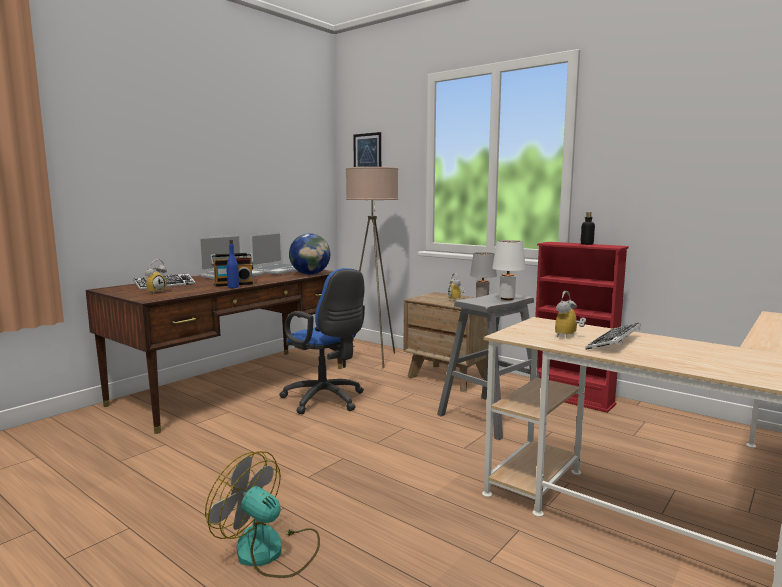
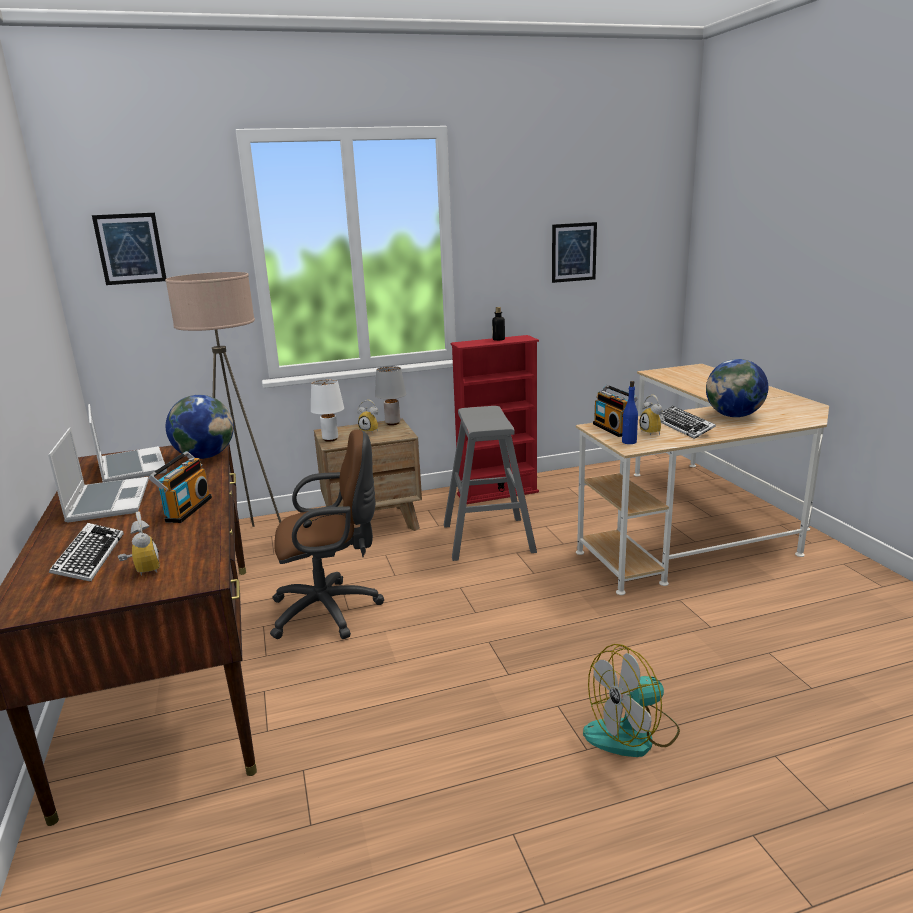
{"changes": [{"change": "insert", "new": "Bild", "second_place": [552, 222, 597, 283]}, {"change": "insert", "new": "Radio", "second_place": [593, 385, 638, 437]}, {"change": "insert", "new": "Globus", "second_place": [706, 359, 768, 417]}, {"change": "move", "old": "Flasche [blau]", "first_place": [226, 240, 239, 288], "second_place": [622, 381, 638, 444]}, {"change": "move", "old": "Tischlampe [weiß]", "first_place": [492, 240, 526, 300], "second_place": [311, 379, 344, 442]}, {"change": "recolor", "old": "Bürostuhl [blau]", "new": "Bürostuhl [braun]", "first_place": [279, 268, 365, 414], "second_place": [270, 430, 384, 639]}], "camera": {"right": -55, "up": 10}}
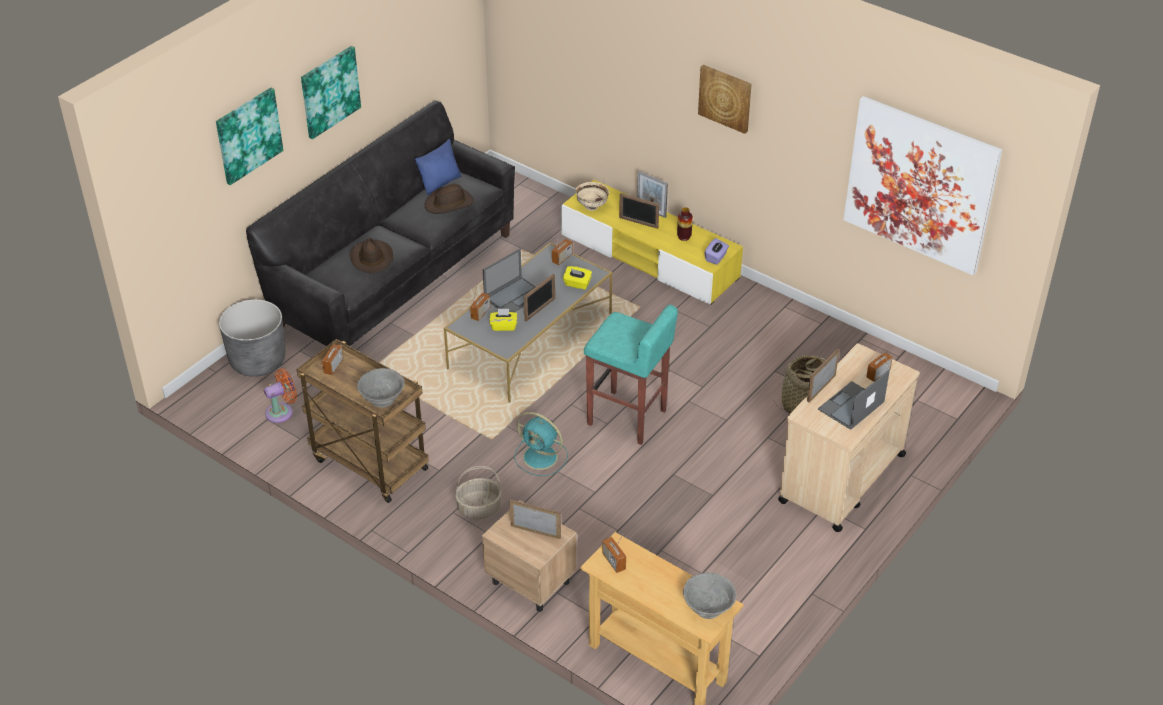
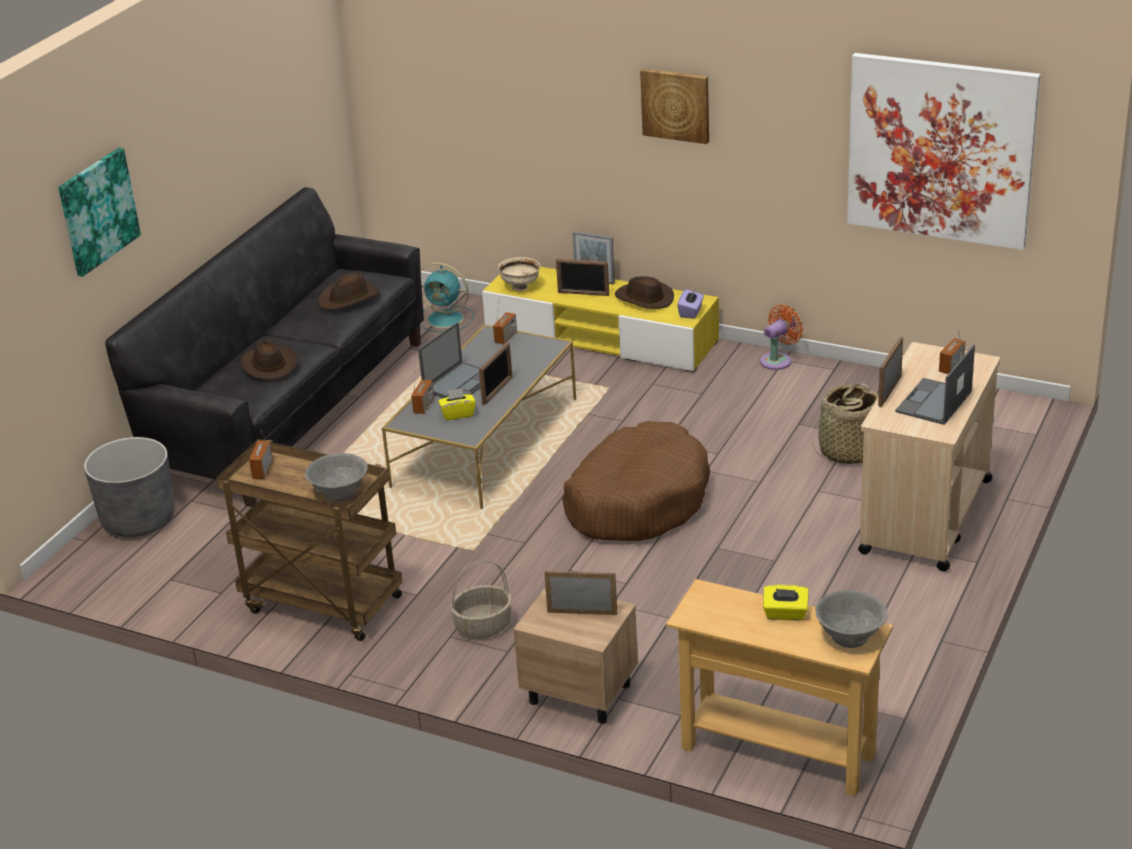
{"changes": [{"change": "delete", "old": "Bild", "first_place": [301, 46, 361, 139]}, {"change": "delete", "old": "Kissen [blau]", "first_place": [415, 139, 462, 195]}, {"change": "delete", "old": "Radio", "first_place": [602, 535, 626, 573]}, {"change": "move", "old": "Ventilator [orange]", "first_place": [264, 369, 297, 423], "second_place": [760, 304, 803, 370]}, {"change": "move", "old": "Ventilator [türkis]", "first_place": [514, 412, 568, 476], "second_place": [420, 262, 474, 332]}, {"change": "move", "old": "Taschentuchbox [gelb]", "first_place": [563, 266, 592, 290], "second_place": [763, 585, 809, 621]}, {"change": "replace", "old": "Hocker [türkis]", "new": "Hundebett [braun]", "first_place": [584, 305, 678, 445], "second_place": [562, 421, 710, 541]}, {"change": "replace", "old": "Vase", "new": "Hut [braun]", "first_place": [677, 207, 693, 241], "second_place": [615, 276, 674, 309]}], "camera": {"right": -10, "up": -10}}
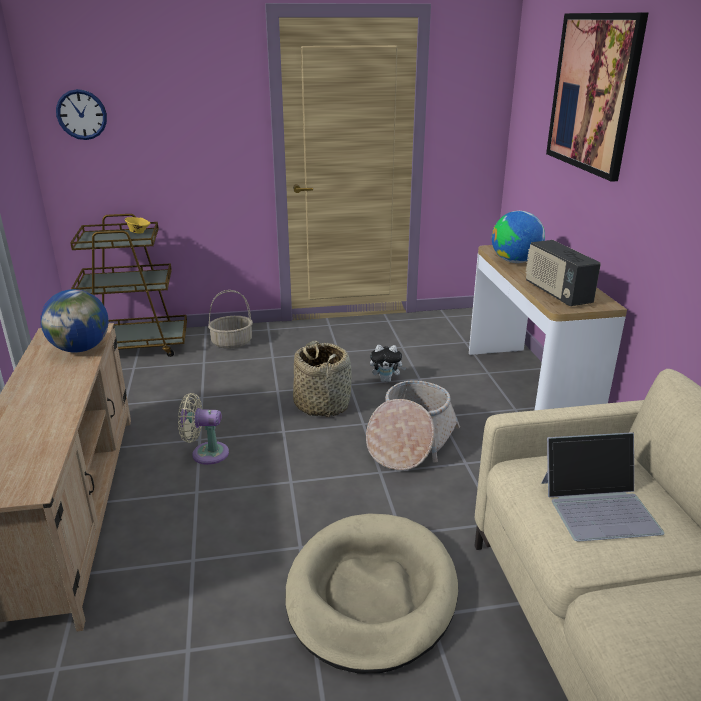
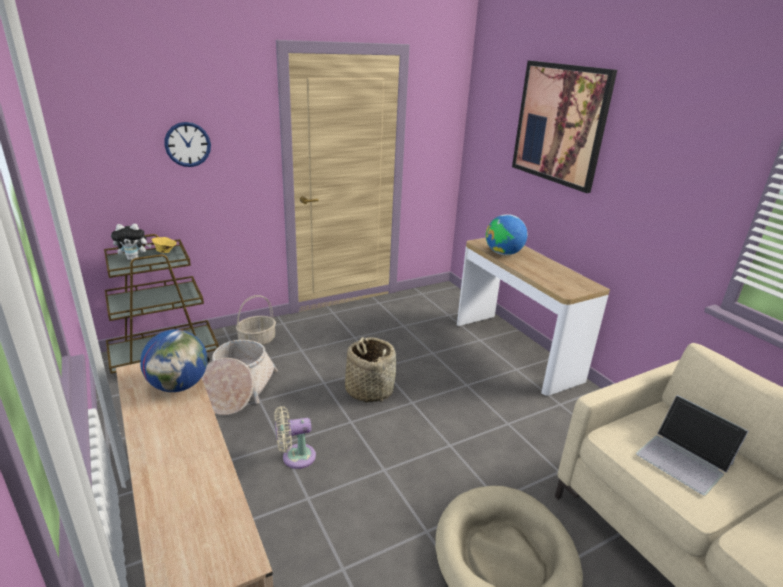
{"changes": [{"change": "delete", "old": "Radio", "first_place": [525, 240, 601, 306]}, {"change": "move", "old": "Wanduhr", "first_place": [56, 89, 107, 140], "second_place": [164, 122, 211, 167]}, {"change": "move", "old": "Korb", "first_place": [366, 381, 460, 470], "second_place": [202, 340, 278, 415]}, {"change": "move", "old": "Plüschtier", "first_place": [370, 345, 406, 382], "second_place": [111, 224, 151, 260]}, {"change": "rotate", "old": "Laptop", "first_place": [541, 432, 664, 542], "second_place": [636, 395, 749, 496], "degrees": 75}], "camera": {"right": -20, "up": 0}}
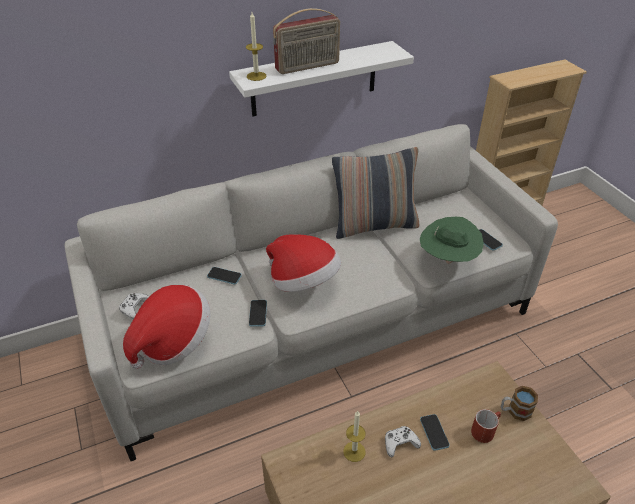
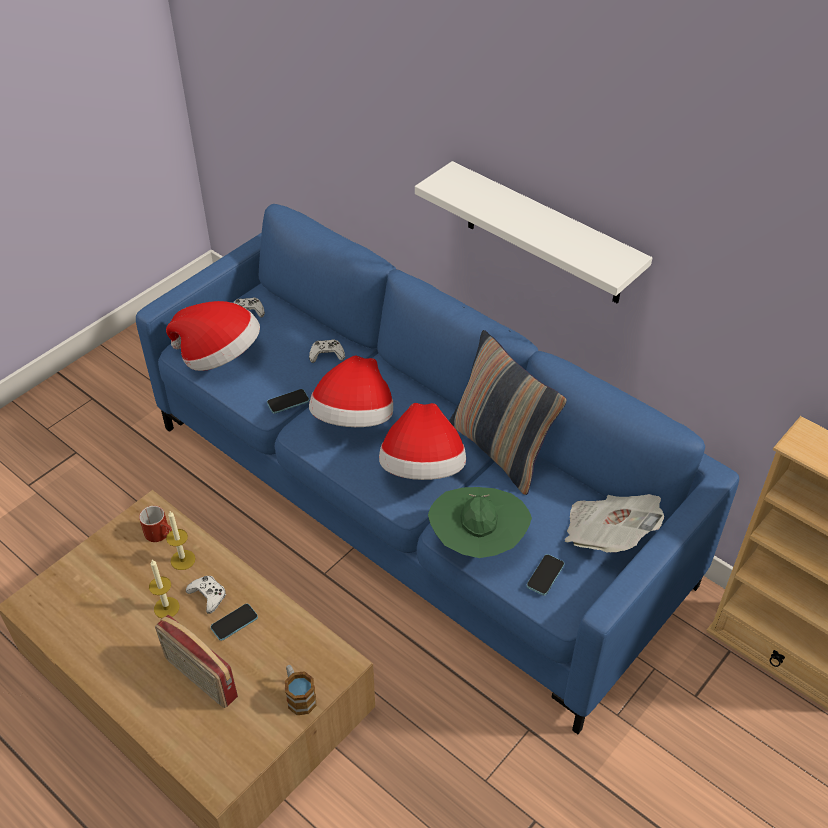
{"changes": [{"change": "insert", "new": "Hut", "second_place": [379, 403, 466, 480]}, {"change": "insert", "new": "Zeitung", "second_place": [565, 494, 664, 553]}, {"change": "move", "old": "Kerze", "first_place": [246, 12, 266, 81], "second_place": [149, 560, 179, 618]}, {"change": "move", "old": "Radio", "first_place": [273, 8, 340, 74], "second_place": [155, 615, 238, 708]}, {"change": "move", "old": "Henkelbecher [rot]", "first_place": [471, 409, 501, 443], "second_place": [139, 506, 172, 542]}, {"change": "replace", "old": "Handy", "new": "Gamepad [weiß]", "first_place": [207, 267, 242, 284], "second_place": [309, 339, 345, 363]}, {"change": "recolor", "old": "Sofa [grau]", "new": "Sofa [blau]", "first_place": [65, 124, 558, 461], "second_place": [136, 204, 739, 734]}], "camera": {"right": 65, "up": 5}}
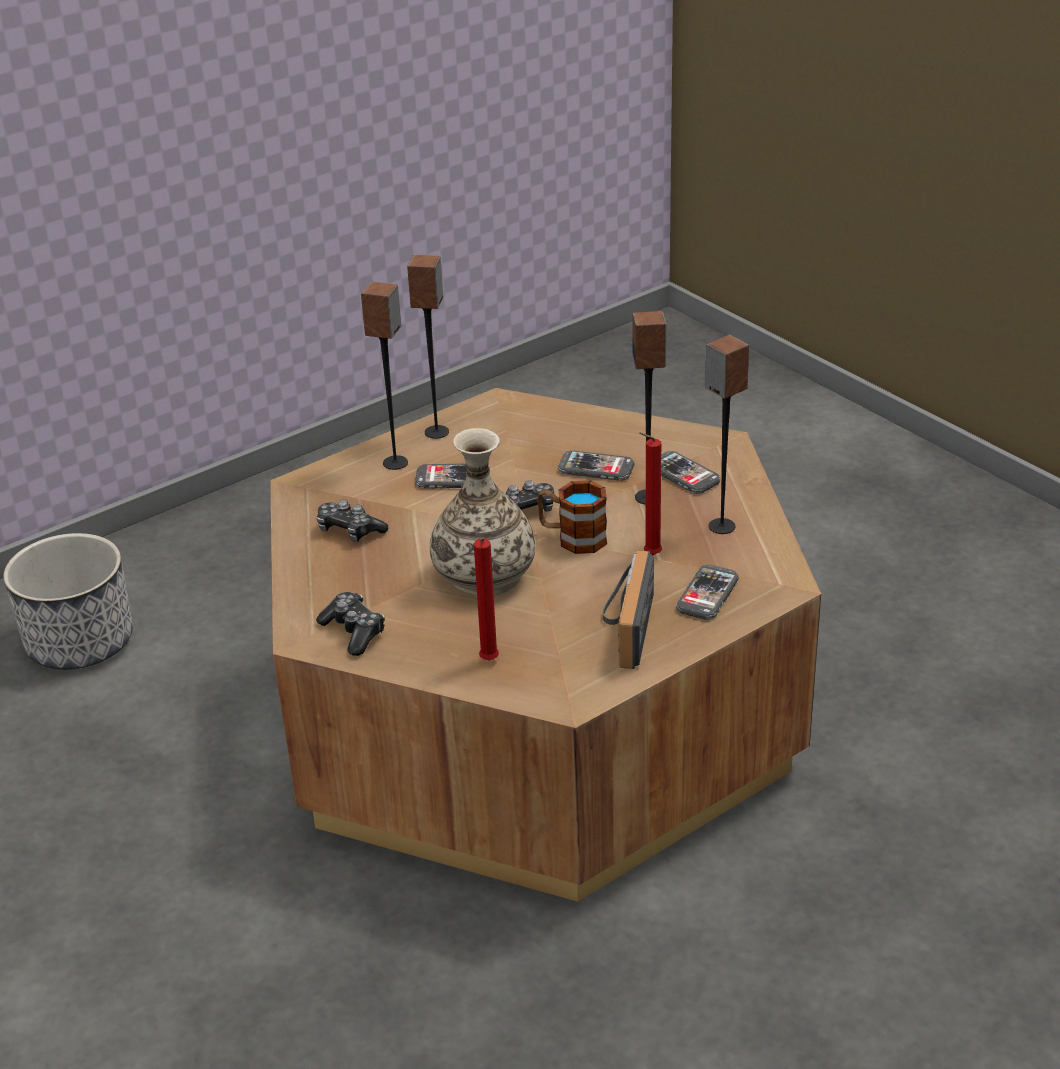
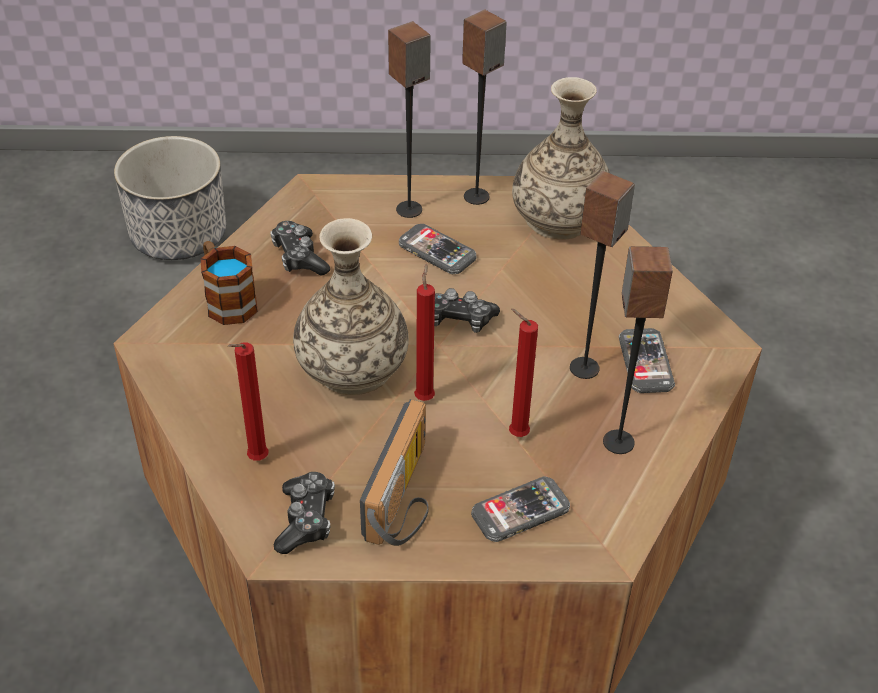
{"changes": [{"change": "delete", "old": "Handy", "first_place": [558, 450, 634, 481]}, {"change": "insert", "new": "Kerze [rot]", "second_place": [414, 264, 435, 401]}, {"change": "insert", "new": "Vase", "second_place": [512, 77, 610, 240]}, {"change": "move", "old": "Gamepad", "first_place": [316, 592, 385, 656], "second_place": [274, 472, 335, 554]}, {"change": "move", "old": "Henkelbecher", "first_place": [537, 480, 607, 554], "second_place": [201, 241, 258, 325]}, {"change": "rotate", "old": "Radio", "first_place": [603, 551, 654, 669], "second_place": [360, 399, 429, 546], "degrees": 150}], "camera": {"right": 35, "up": 10}}
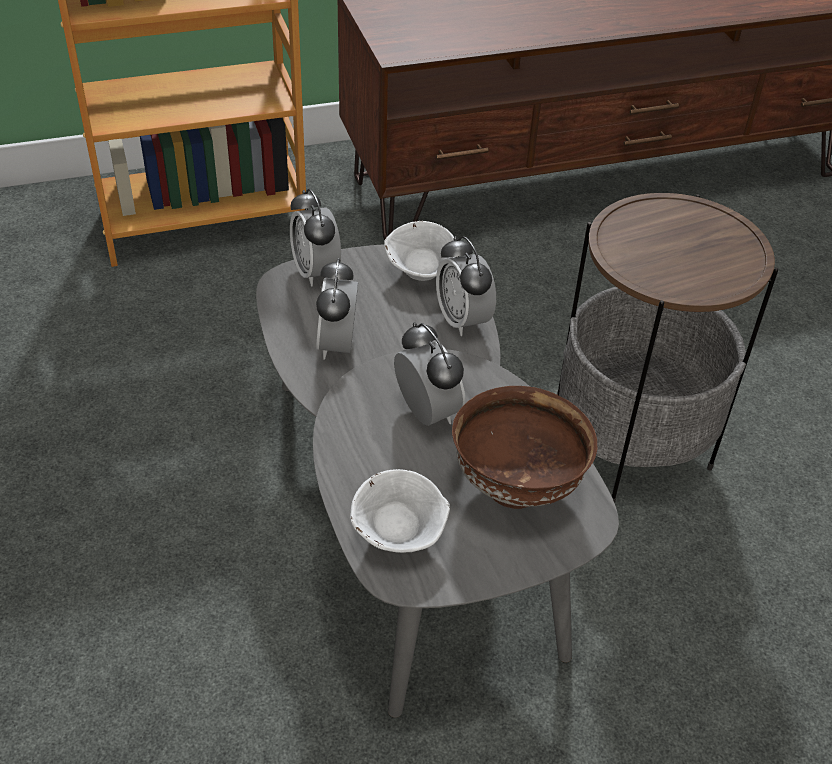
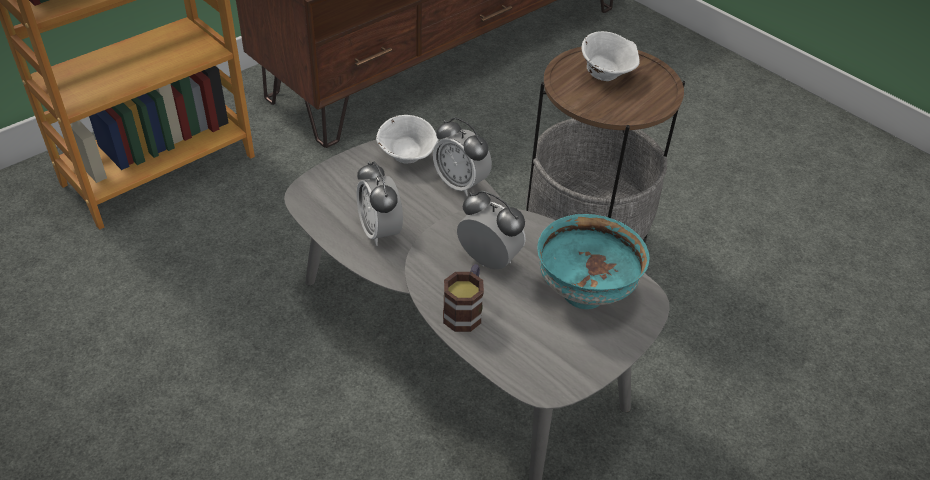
{"changes": [{"change": "delete", "old": "Wecker", "first_place": [290, 189, 341, 287]}, {"change": "insert", "new": "Henkelbecher", "second_place": [443, 264, 484, 332]}, {"change": "move", "old": "Schüssel [weiß]", "first_place": [350, 469, 450, 553], "second_place": [582, 31, 639, 81]}, {"change": "recolor", "old": "Schüssel [braun]", "new": "Schüssel [türkis]", "first_place": [452, 386, 597, 509], "second_place": [537, 214, 650, 309]}], "camera": {"right": -25, "up": 0}}
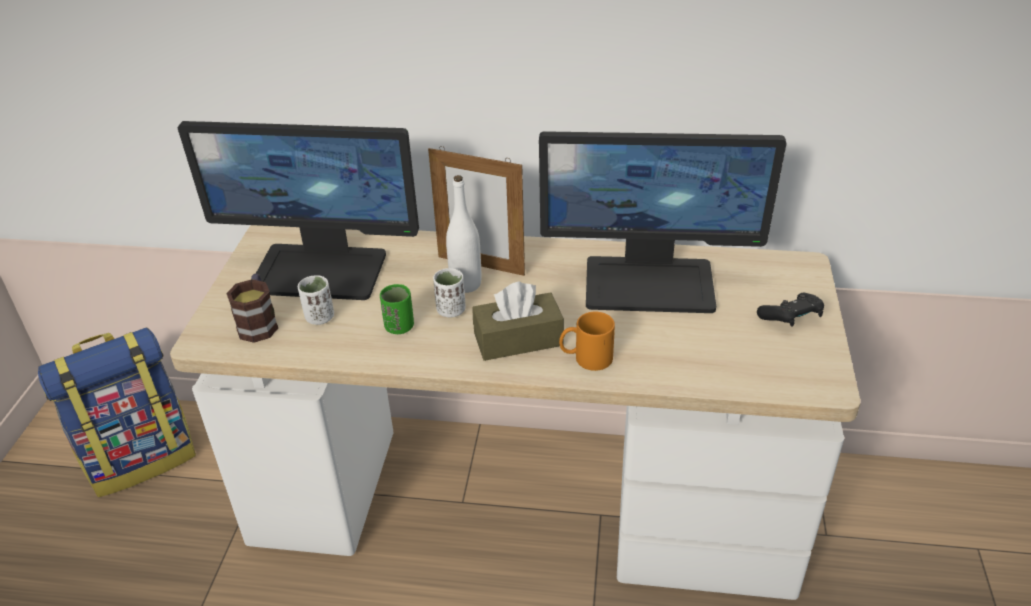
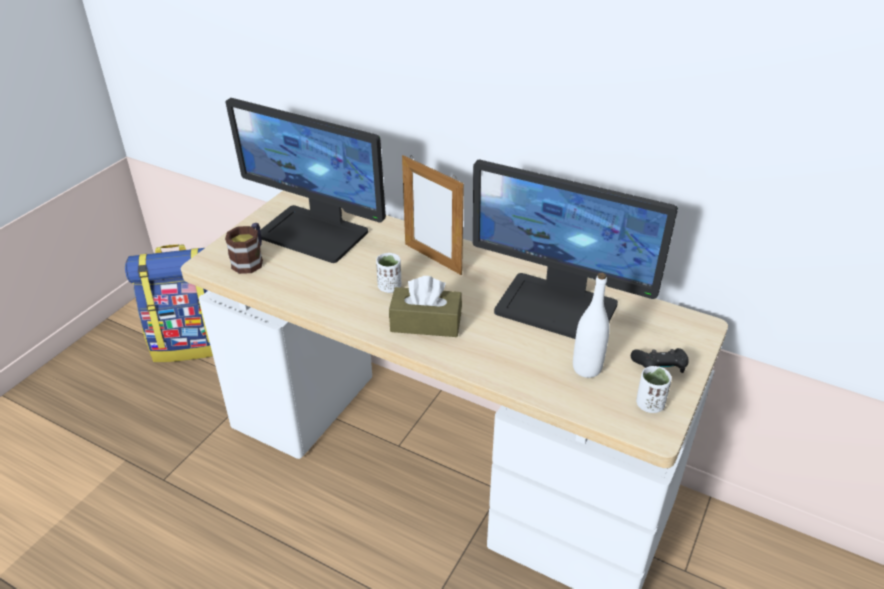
{"changes": [{"change": "delete", "old": "Tasse [grün]", "first_place": [380, 284, 414, 334]}, {"change": "delete", "old": "Henkelbecher [orange]", "first_place": [559, 312, 615, 371]}, {"change": "move", "old": "Tasse [weiß]", "first_place": [298, 275, 334, 325], "second_place": [636, 366, 672, 413]}, {"change": "move", "old": "Flasche [weiß]", "first_place": [446, 175, 481, 293], "second_place": [573, 273, 610, 378]}], "camera": {"right": 20, "up": 0}}
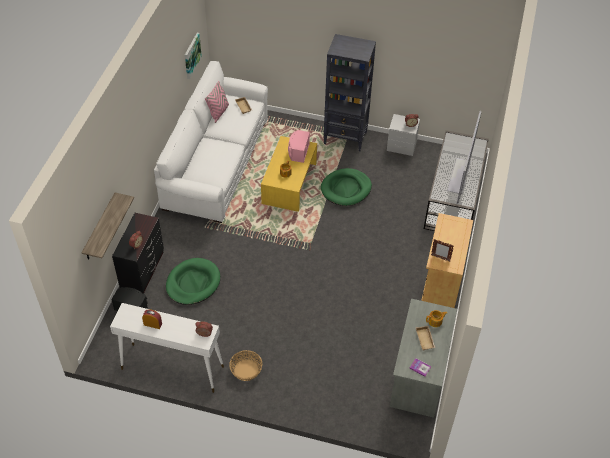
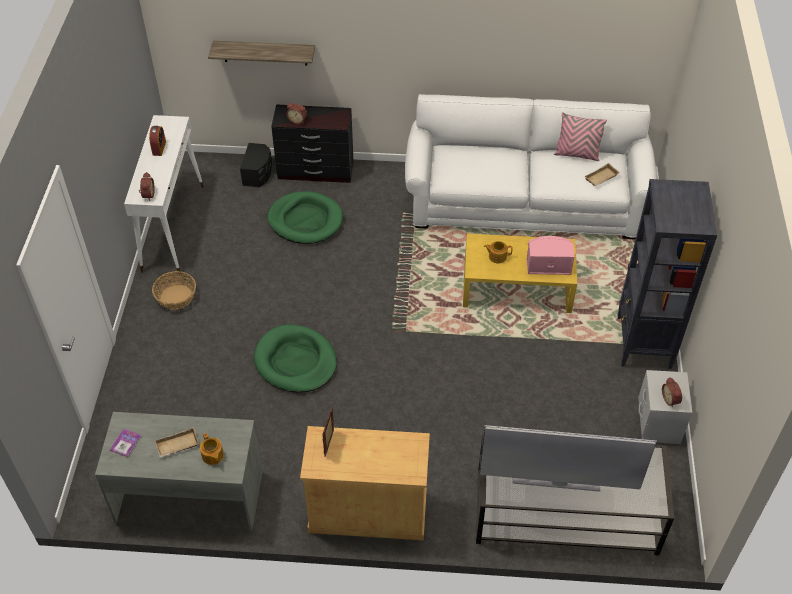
{"changes": [{"change": "delete", "old": "Bild", "first_place": [185, 33, 202, 79]}, {"change": "move", "old": "Hundebett [grün]", "first_place": [321, 168, 372, 206], "second_place": [254, 325, 337, 393]}], "camera": {"right": 80, "up": 0}}
